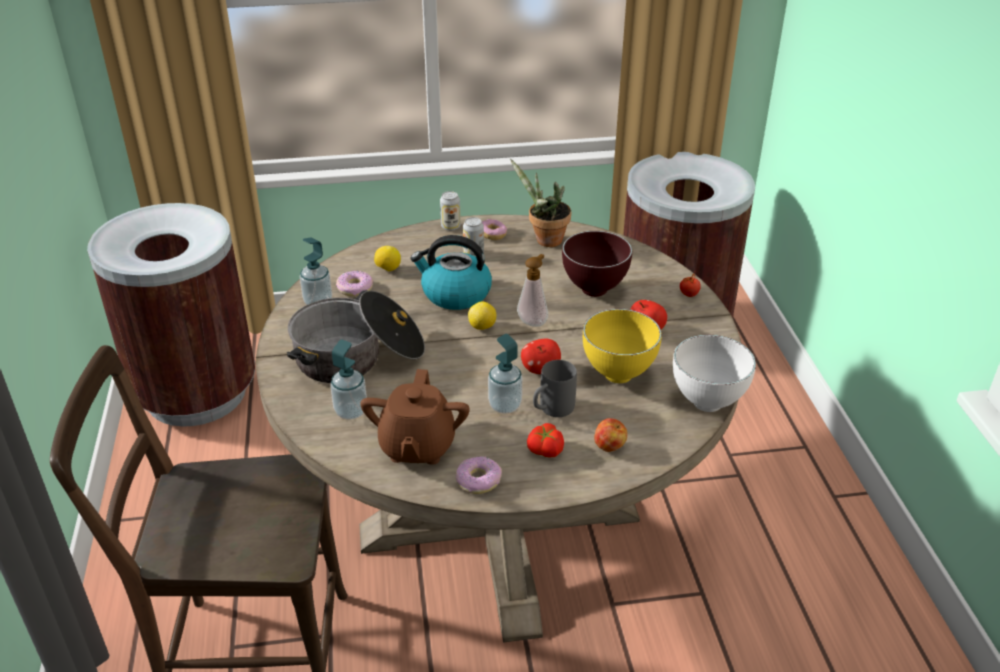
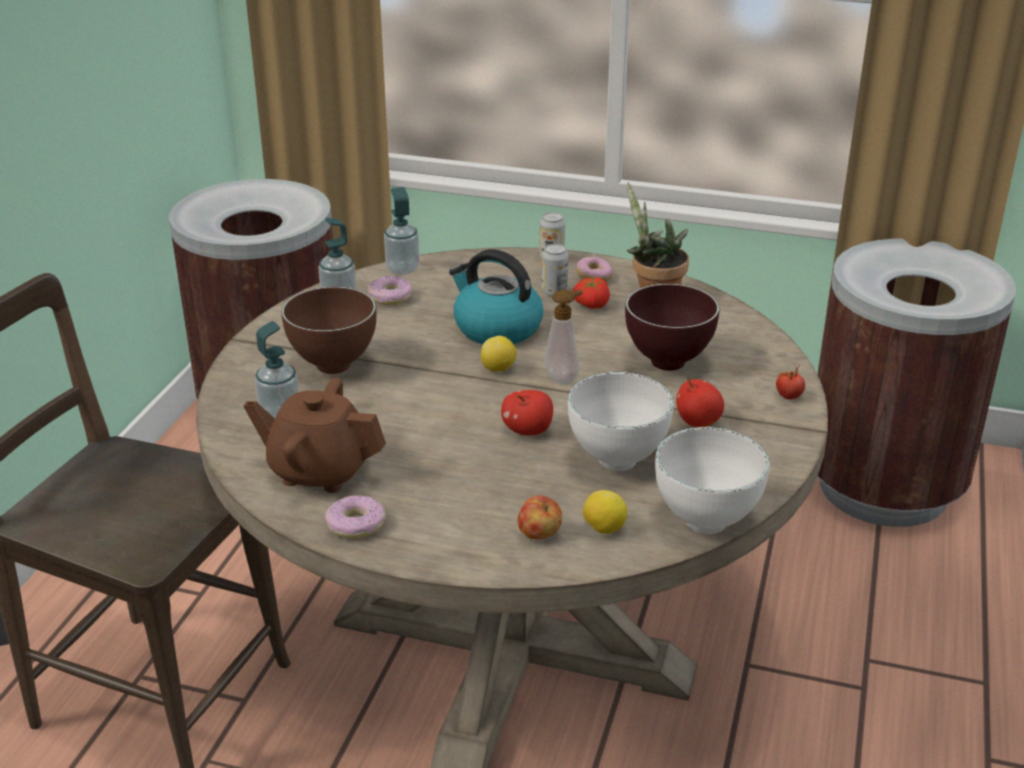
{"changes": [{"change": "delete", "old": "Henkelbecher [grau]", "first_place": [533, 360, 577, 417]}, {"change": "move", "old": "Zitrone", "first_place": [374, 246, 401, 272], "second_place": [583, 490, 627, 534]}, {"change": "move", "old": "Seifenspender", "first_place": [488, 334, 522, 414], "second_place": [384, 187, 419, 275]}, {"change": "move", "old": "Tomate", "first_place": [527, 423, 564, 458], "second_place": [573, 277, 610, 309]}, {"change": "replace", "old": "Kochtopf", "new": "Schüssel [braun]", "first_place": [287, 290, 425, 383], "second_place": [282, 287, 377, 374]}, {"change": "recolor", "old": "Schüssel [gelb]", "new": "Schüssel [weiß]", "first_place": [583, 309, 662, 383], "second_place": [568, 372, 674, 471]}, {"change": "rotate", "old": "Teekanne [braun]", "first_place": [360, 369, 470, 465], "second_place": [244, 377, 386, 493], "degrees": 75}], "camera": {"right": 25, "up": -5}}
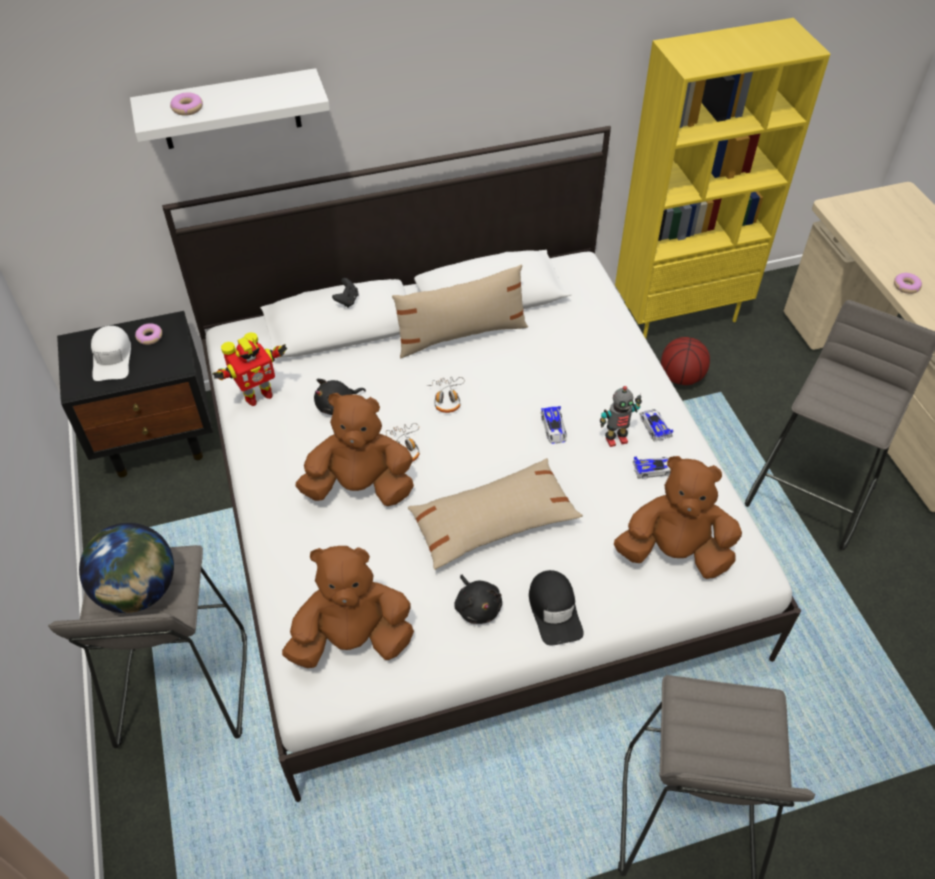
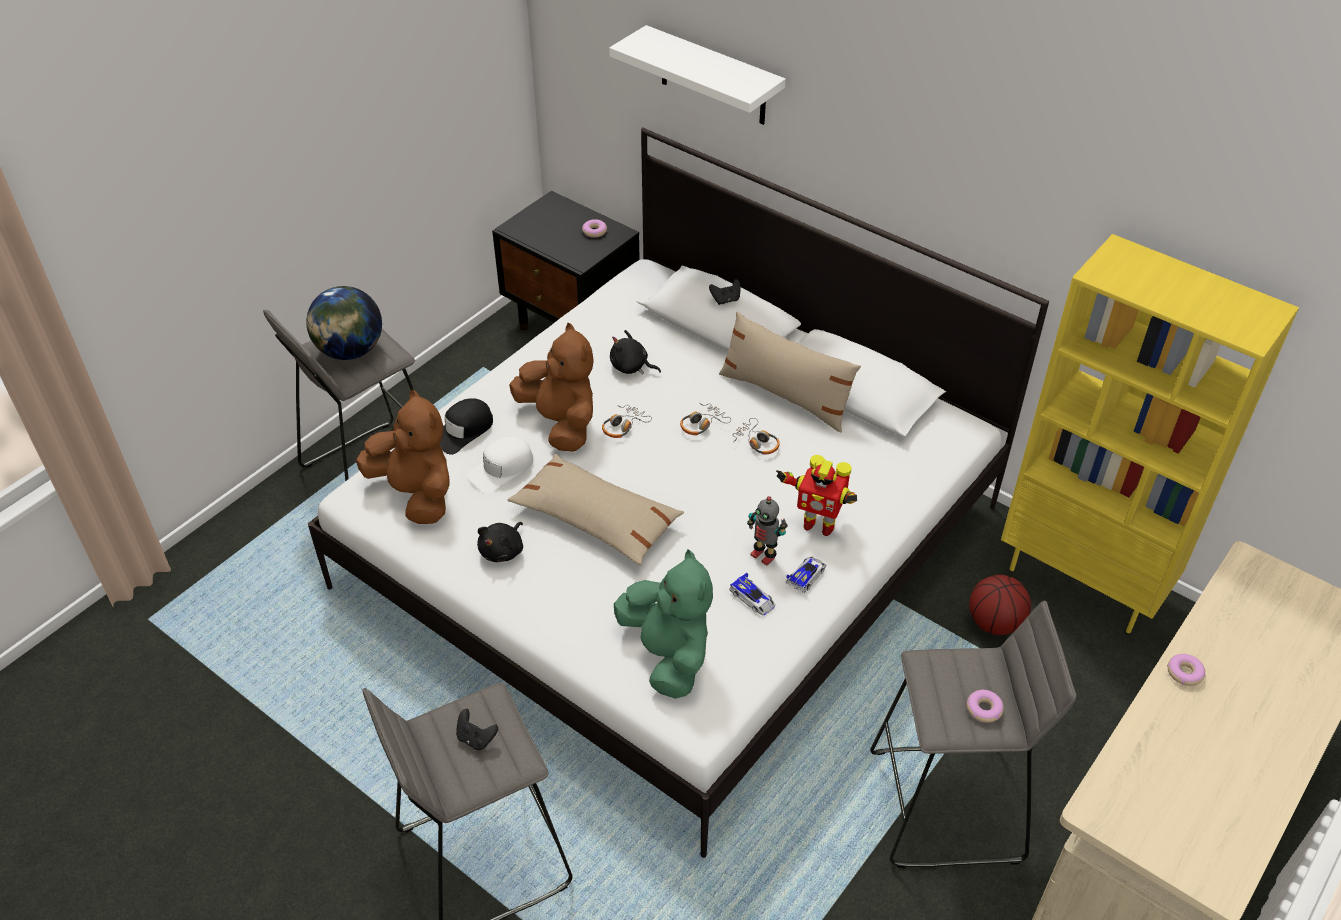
{"changes": [{"change": "delete", "old": "Spielzeugauto", "first_place": [540, 406, 567, 444]}, {"change": "insert", "new": "Gamepad [schwarz]", "second_place": [456, 709, 498, 750]}, {"change": "insert", "new": "Kopfhörer", "second_place": [733, 418, 780, 455]}, {"change": "move", "old": "Kappe [weiß]", "first_place": [91, 326, 131, 381], "second_place": [467, 436, 533, 494]}, {"change": "move", "old": "Donut", "first_place": [170, 92, 203, 116], "second_place": [967, 690, 1004, 723]}, {"change": "move", "old": "Spielzeugroboter", "first_place": [212, 332, 287, 406], "second_place": [776, 455, 857, 536]}, {"change": "move", "old": "Kappe [schwarz]", "first_place": [529, 570, 584, 645], "second_place": [440, 398, 493, 455]}, {"change": "recolor", "old": "Plüschtier [braun]", "new": "Plüschtier [grün]", "first_place": [614, 456, 742, 579], "second_place": [614, 549, 713, 699]}], "camera": {"right": 55, "up": -5}}
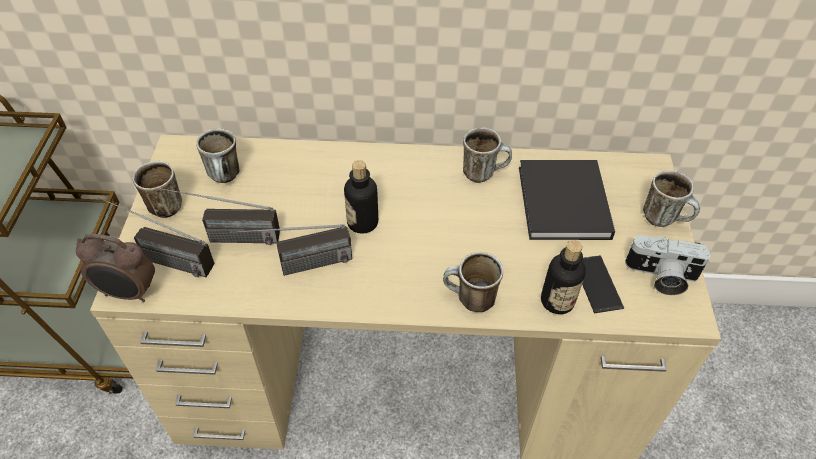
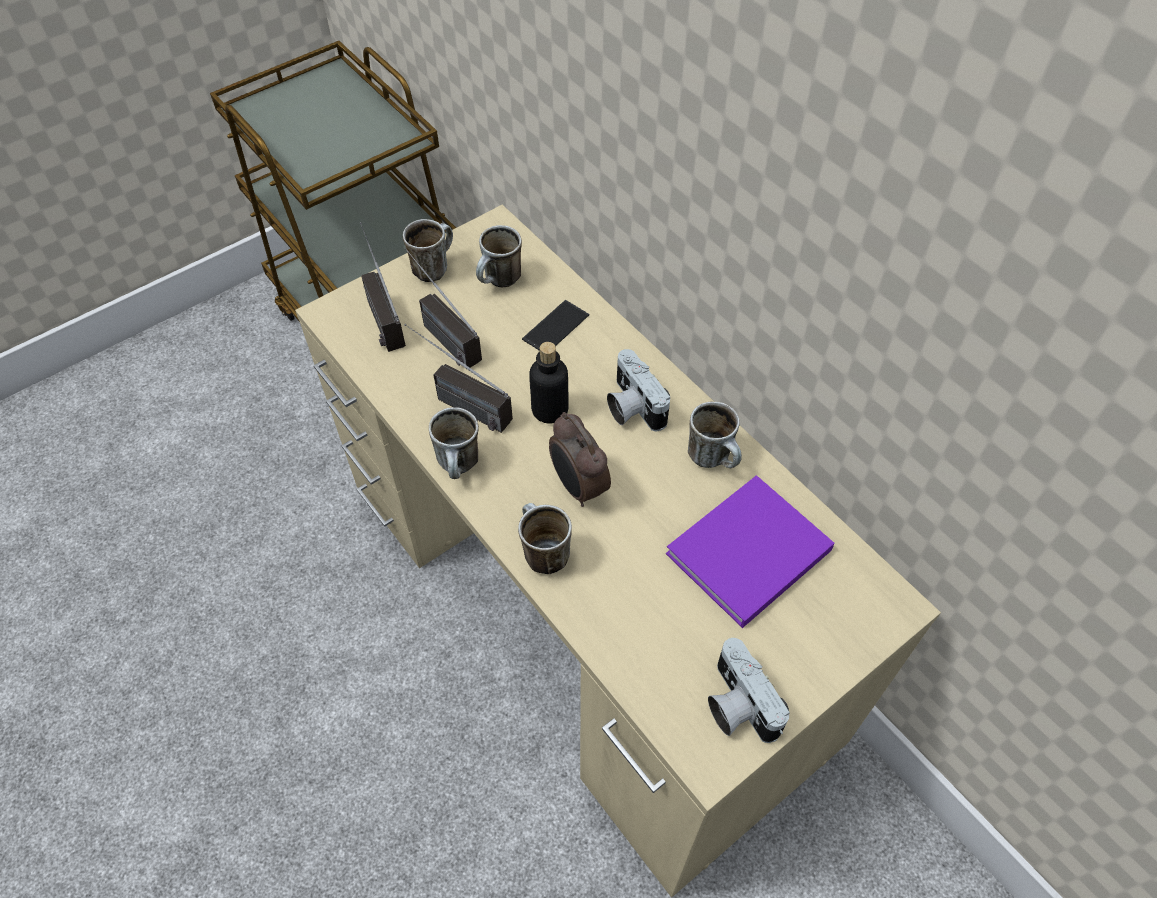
{"changes": [{"change": "delete", "old": "Flasche", "first_place": [541, 240, 586, 314]}, {"change": "insert", "new": "Kamera", "second_place": [607, 349, 670, 431]}, {"change": "move", "old": "Wecker", "first_place": [76, 234, 155, 302], "second_place": [549, 412, 611, 507]}, {"change": "move", "old": "Handy", "first_place": [582, 255, 624, 313], "second_place": [522, 300, 589, 351]}, {"change": "move", "old": "Henkelbecher", "first_place": [643, 170, 700, 227], "second_place": [429, 407, 479, 479]}, {"change": "recolor", "old": "Buch [schwarz]", "new": "Buch [lila]", "first_place": [519, 160, 615, 240], "second_place": [666, 475, 835, 628]}], "camera": {"right": 50, "up": 5}}
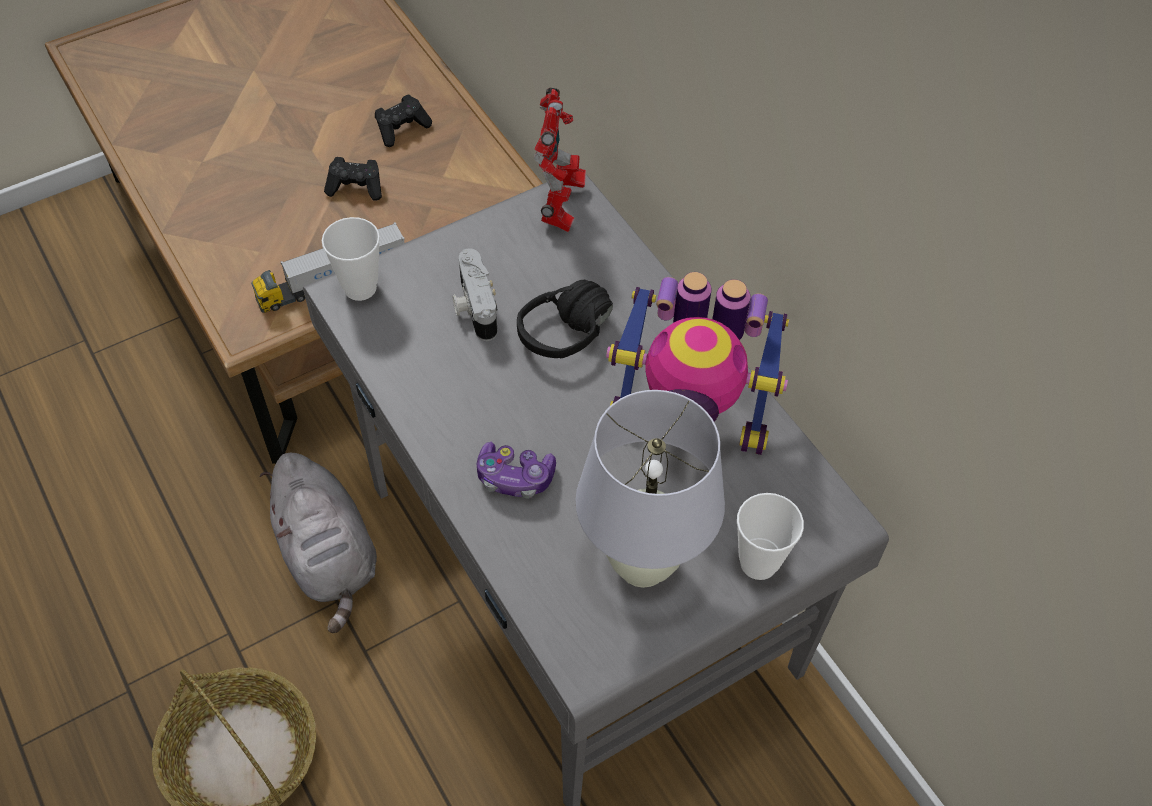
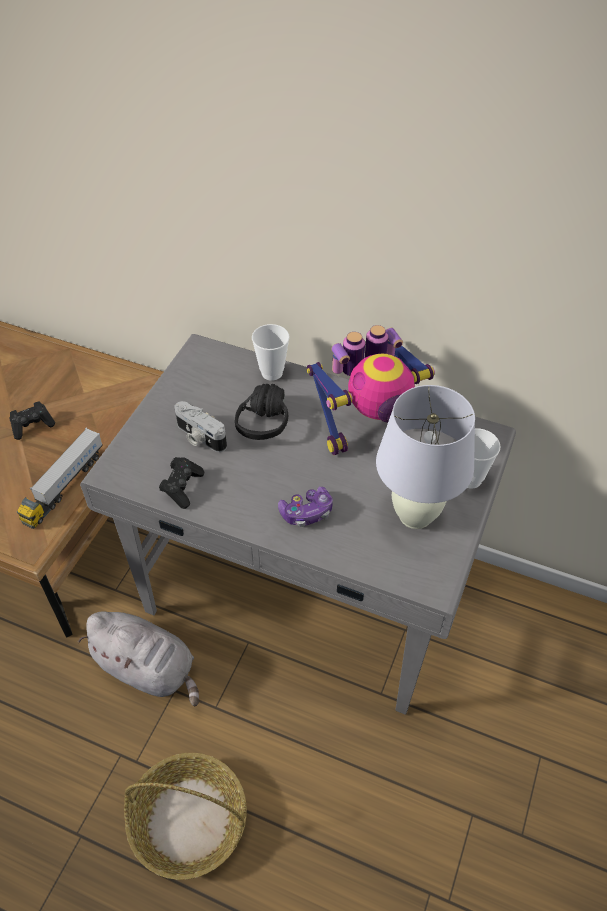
{"changes": [{"change": "delete", "old": "Spielzeugroboter", "first_place": [534, 88, 586, 232]}, {"change": "move", "old": "Tasse", "first_place": [322, 217, 380, 301], "second_place": [252, 324, 290, 381]}, {"change": "move", "old": "Gamepad [schwarz]", "first_place": [375, 94, 432, 147], "second_place": [159, 457, 204, 509]}], "camera": {"right": -35, "up": -5}}
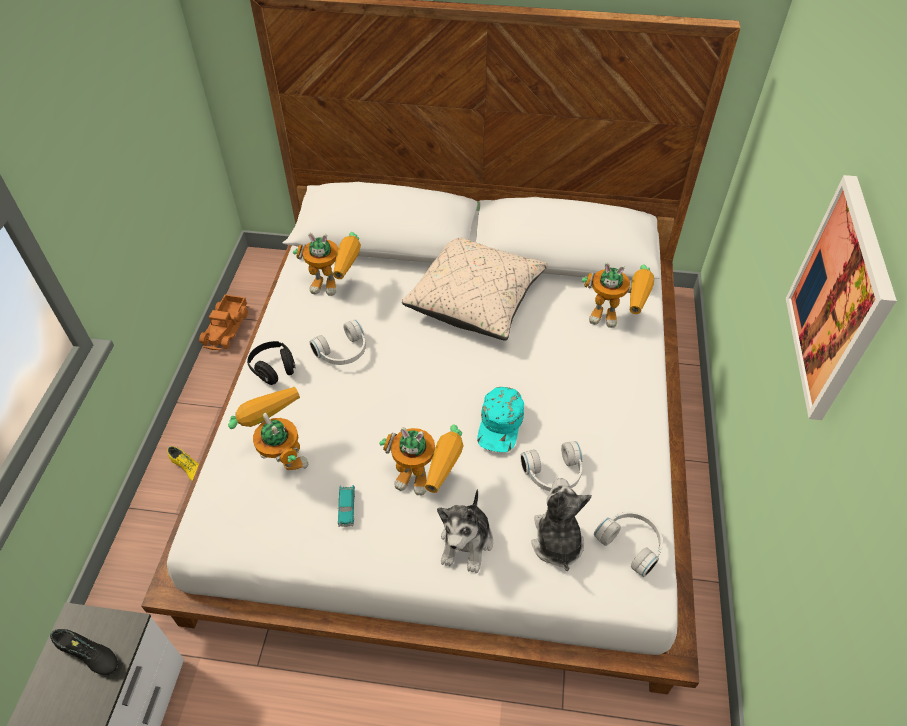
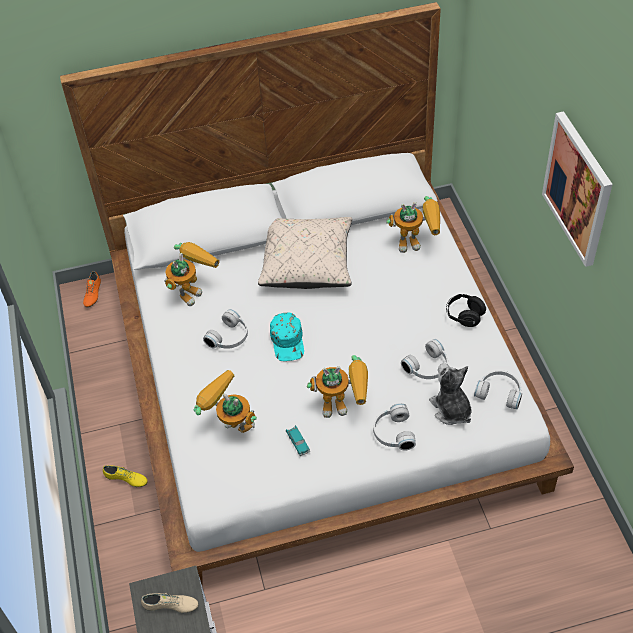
{"changes": [{"change": "delete", "old": "Spielzeuglaster", "first_place": [199, 295, 249, 350]}, {"change": "insert", "new": "Schuh [orange]", "second_place": [83, 271, 101, 307]}, {"change": "move", "old": "Kopfhörer [schwarz]", "first_place": [247, 341, 296, 385], "second_place": [446, 294, 486, 327]}, {"change": "move", "old": "Kappe [türkis]", "first_place": [477, 387, 524, 452], "second_place": [270, 312, 304, 361]}, {"change": "replace", "old": "Plüschtier", "new": "Kopfhörer [weiß]", "first_place": [437, 489, 493, 573], "second_place": [373, 403, 416, 451]}, {"change": "recolor", "old": "Schuh [schwarz]", "new": "Schuh [beige]", "first_place": [50, 629, 118, 675], "second_place": [141, 593, 198, 613]}, {"change": "rotate", "old": "Spielzeugroboter", "first_place": [293, 232, 361, 296], "second_place": [164, 242, 219, 306], "degrees": -45}], "camera": {"right": -20, "up": 0}}
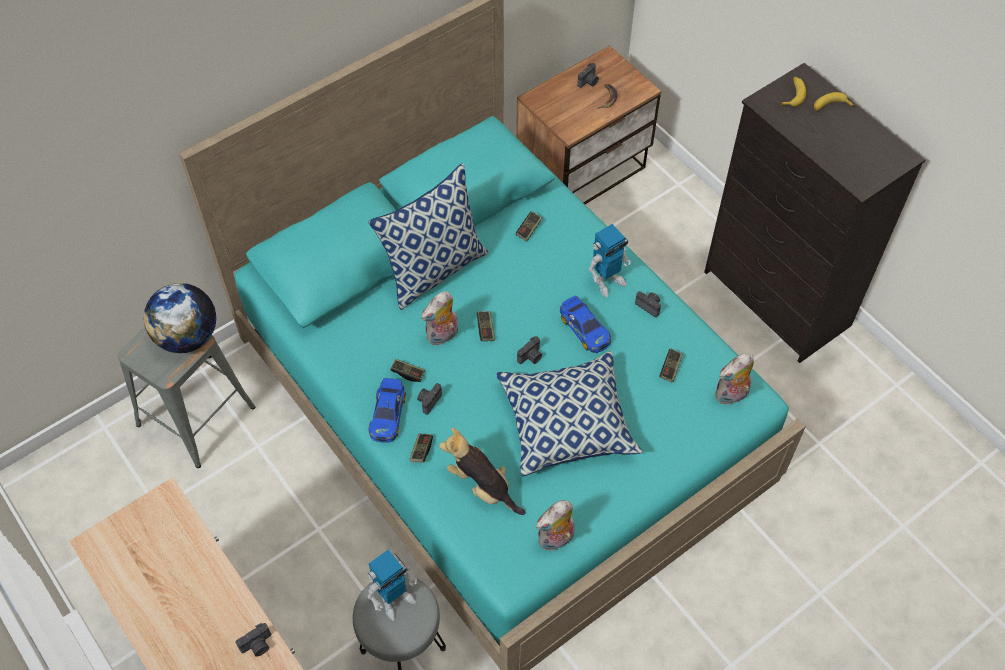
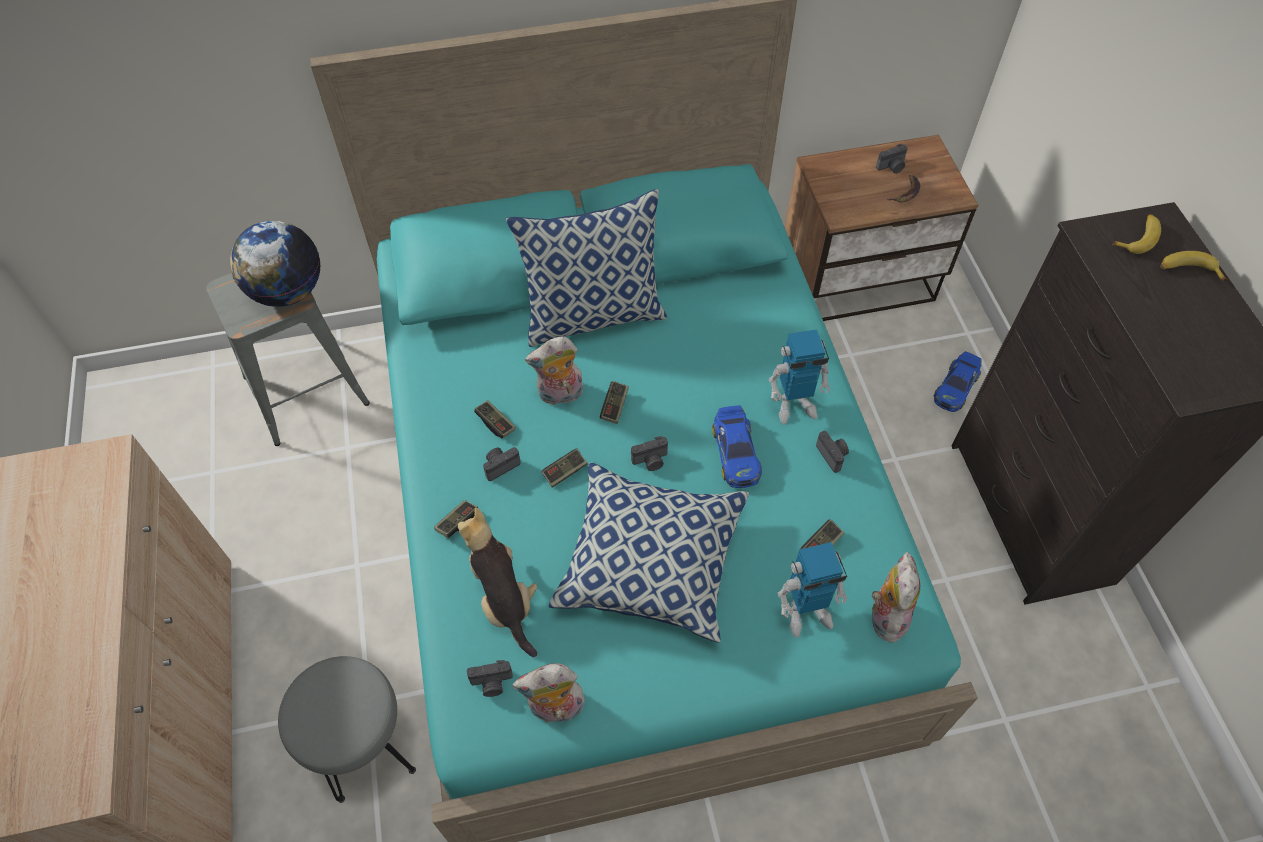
{"changes": [{"change": "move", "old": "Kamera", "first_place": [236, 623, 271, 657], "second_place": [467, 660, 513, 697]}, {"change": "move", "old": "Spielzeugroboter", "first_place": [367, 550, 417, 621], "second_place": [778, 542, 847, 638]}, {"change": "move", "old": "Spielzeugauto", "first_place": [368, 378, 406, 443], "second_place": [934, 351, 981, 412]}, {"change": "move", "old": "Gamepad", "first_place": [516, 211, 542, 242], "second_place": [542, 449, 588, 488]}, {"change": "rotate", "old": "Plüschtier", "first_place": [715, 353, 754, 406], "second_place": [872, 552, 920, 644], "degrees": 105}], "camera": {"right": 25, "up": 0}}
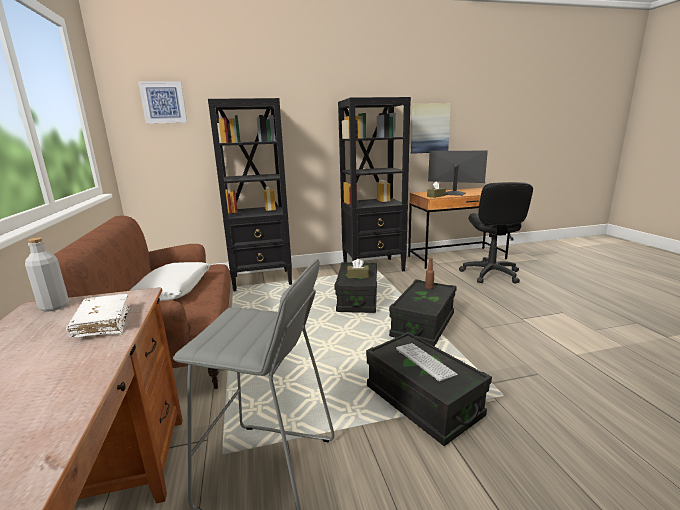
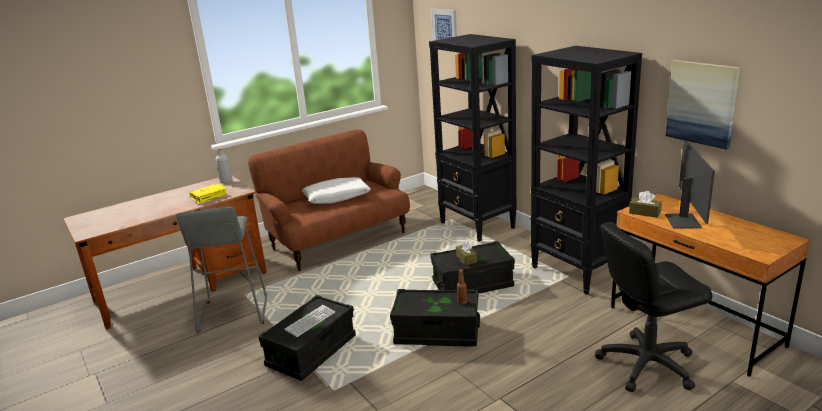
{"changes": [{"change": "recolor", "old": "Buch [weiß]", "new": "Buch [gelb]", "first_place": [66, 294, 130, 338], "second_place": [189, 183, 228, 204]}], "camera": {"right": 70, "up": 5}}
